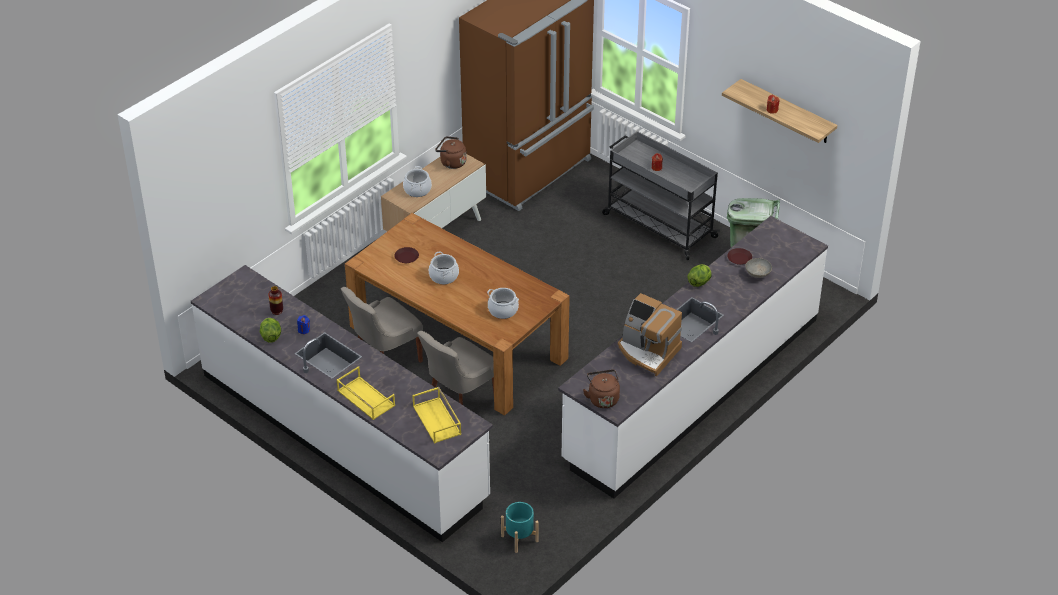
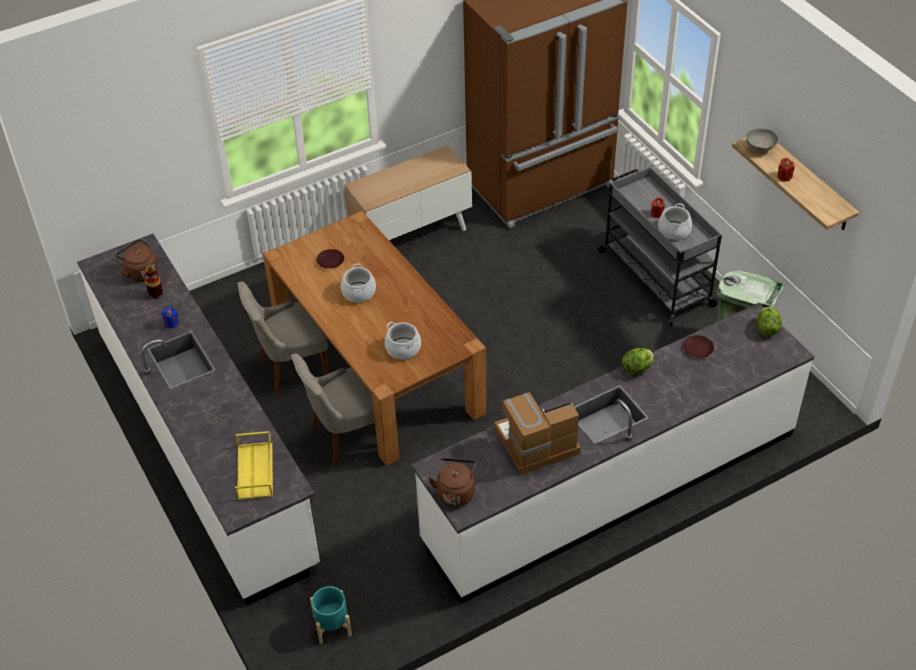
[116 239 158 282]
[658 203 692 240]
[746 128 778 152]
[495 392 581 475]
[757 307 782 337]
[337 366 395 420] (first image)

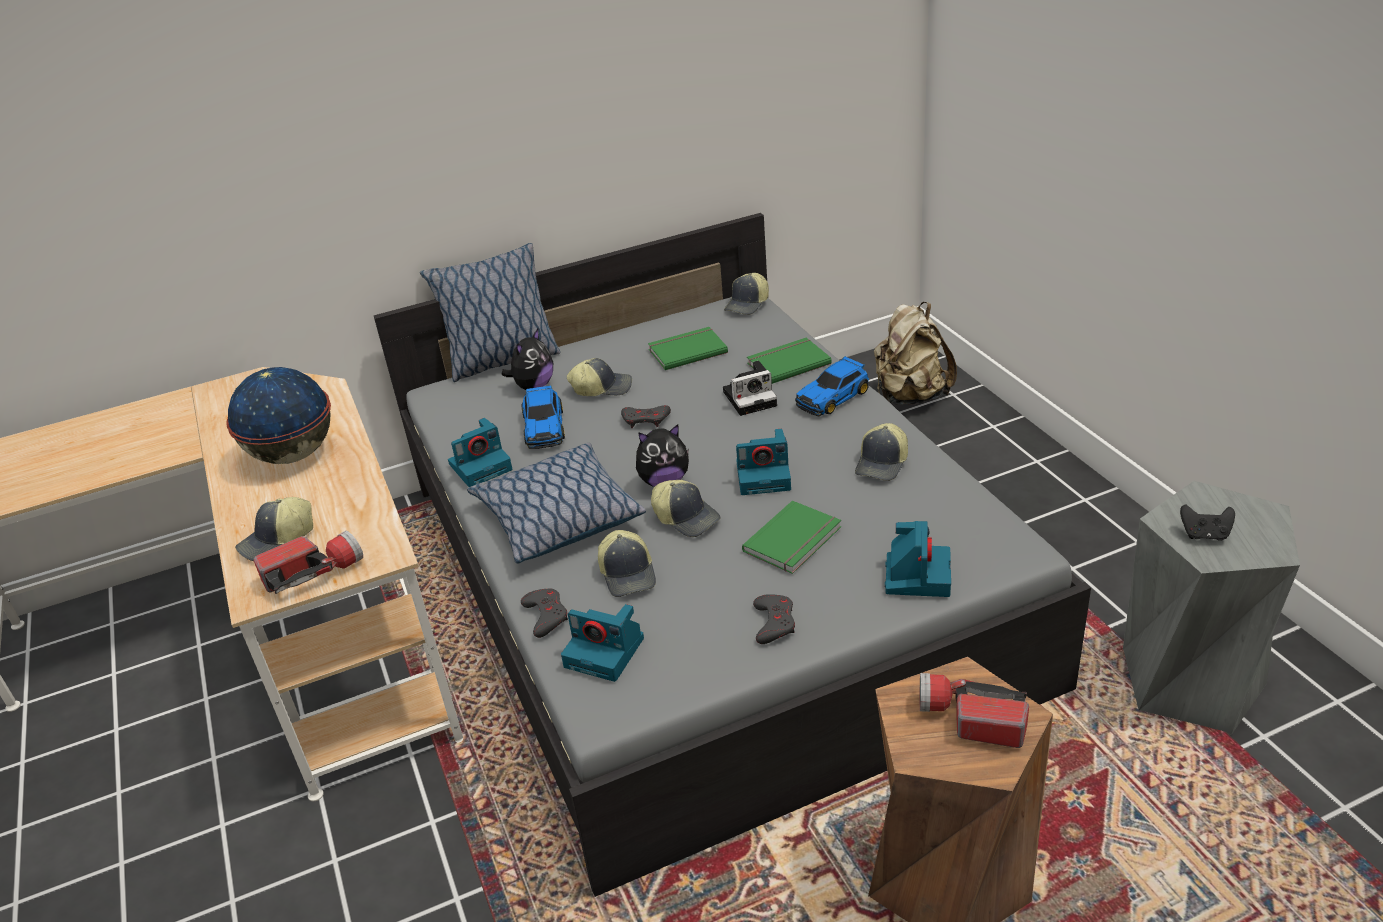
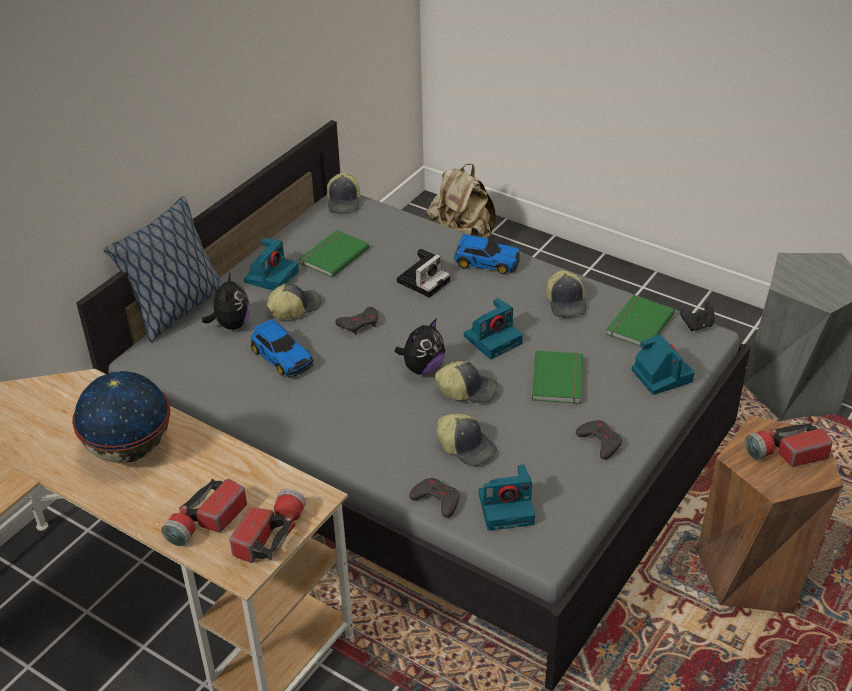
[606 295 675 347]
[454 233 520 274]
[244 238 299 291]
[467 443 646 564] (first image)
[161 478 247 546]
[680 302 714 331]

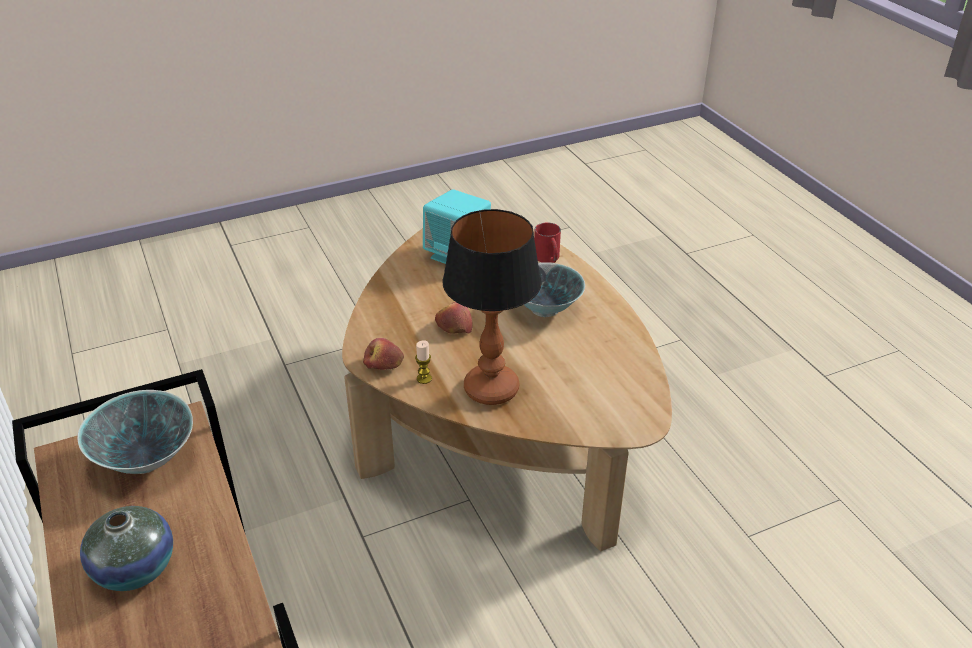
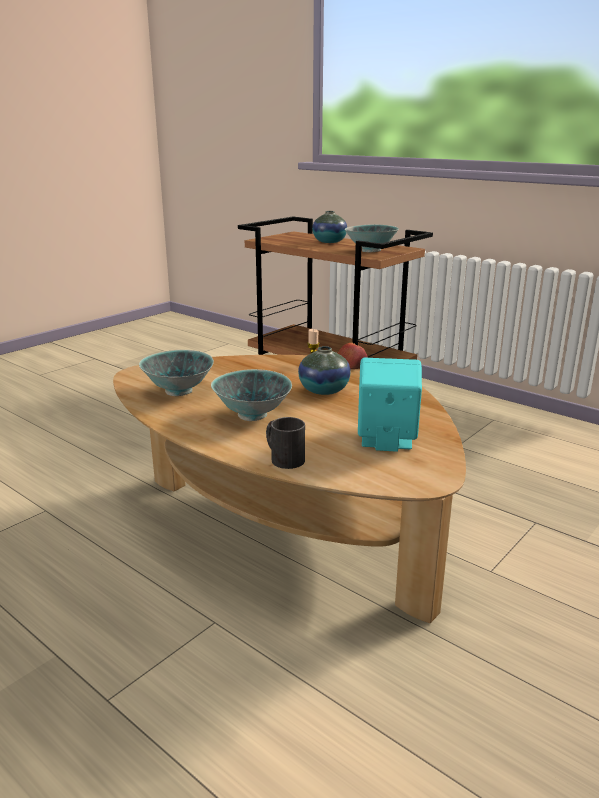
[443 209 542 405] (first image)
[266 417 305 469]
[298 346 351 395]
[139 350 214 396]

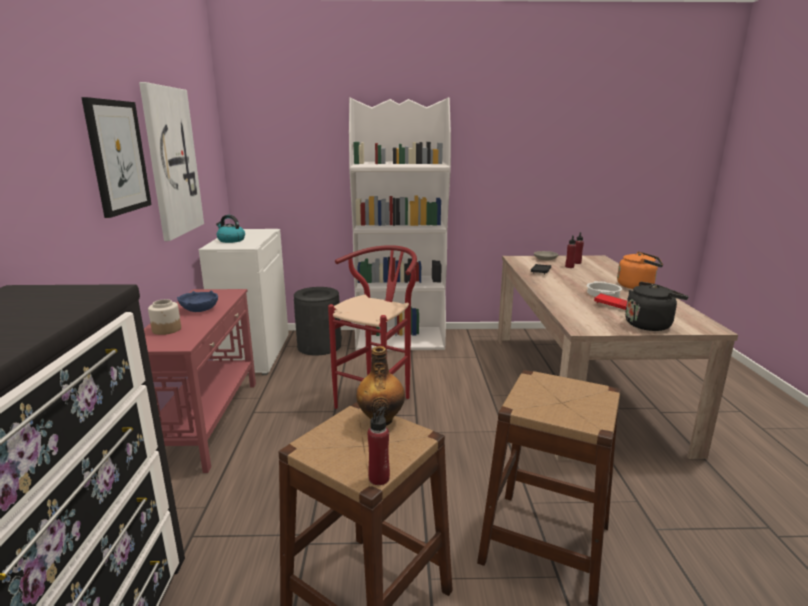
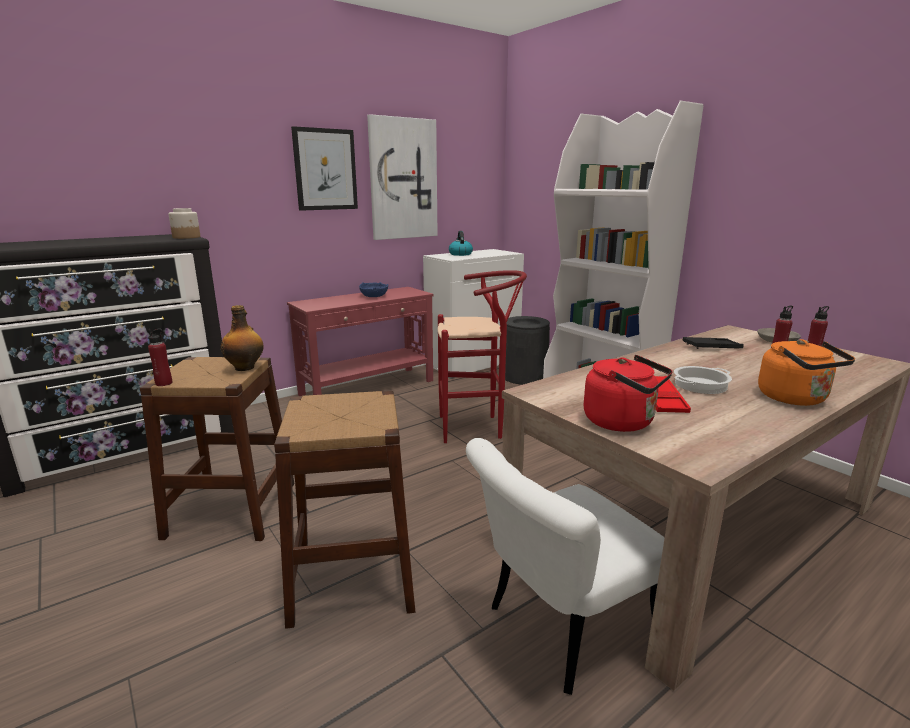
[584 355 673 432]
[168 208 200 239]
[466 438 665 695]

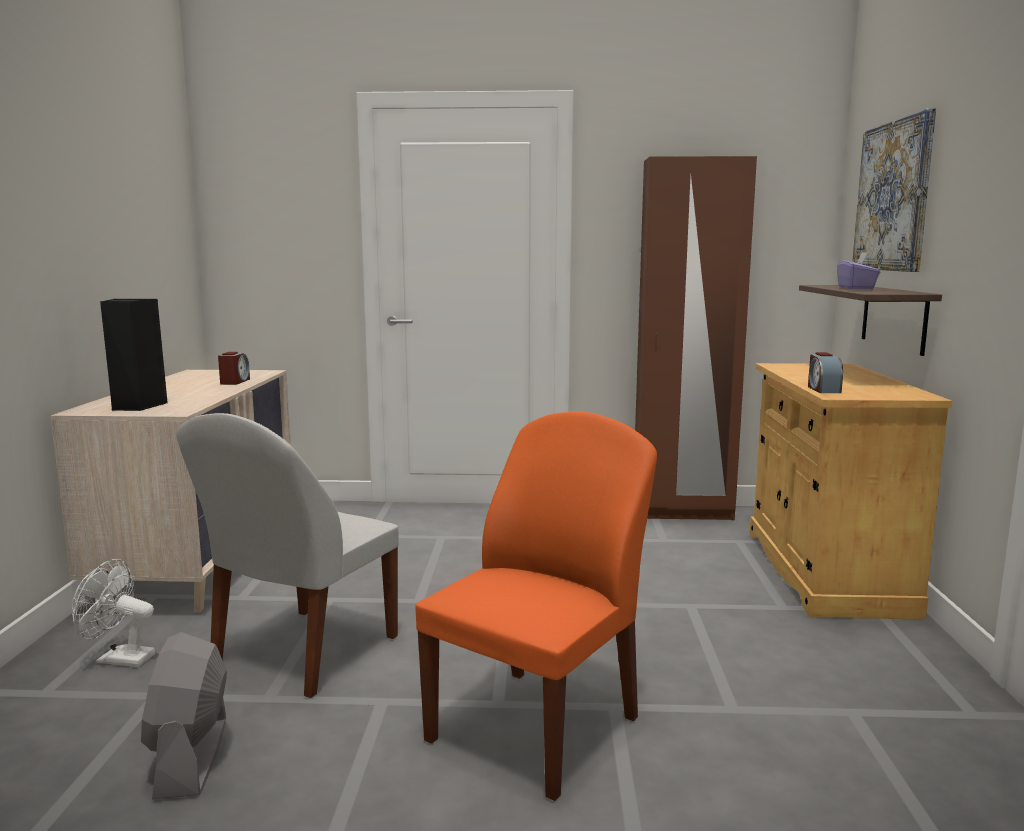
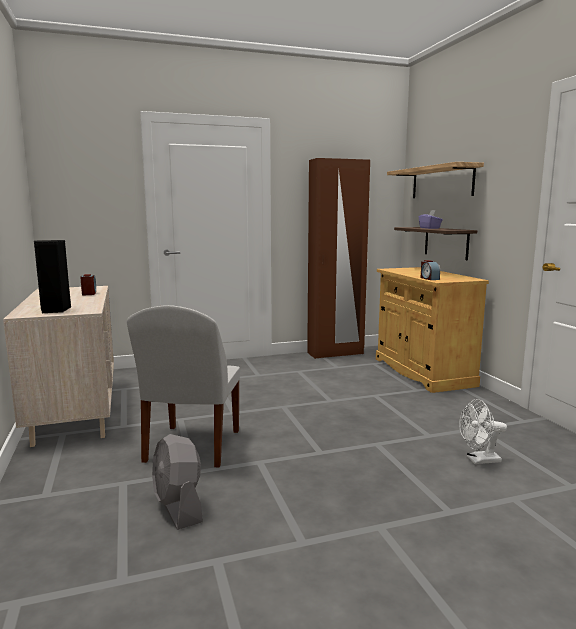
[387 162 484 198]
[415 412 657 801] (first image)
[459 399 507 464]

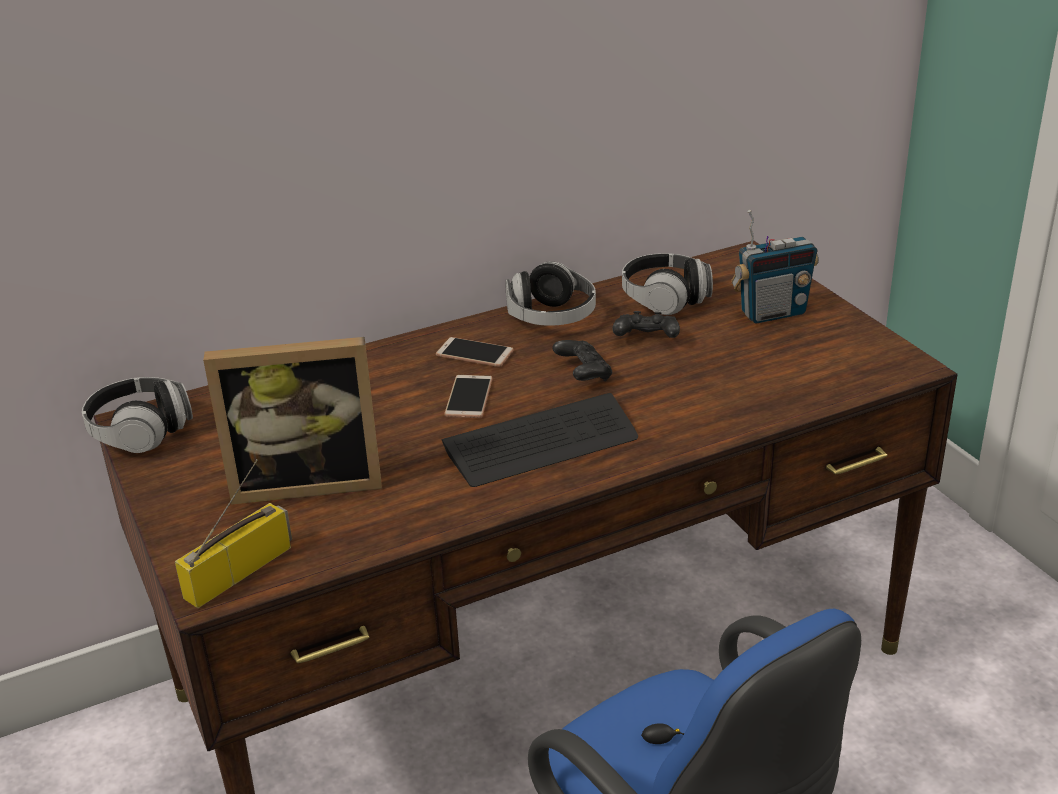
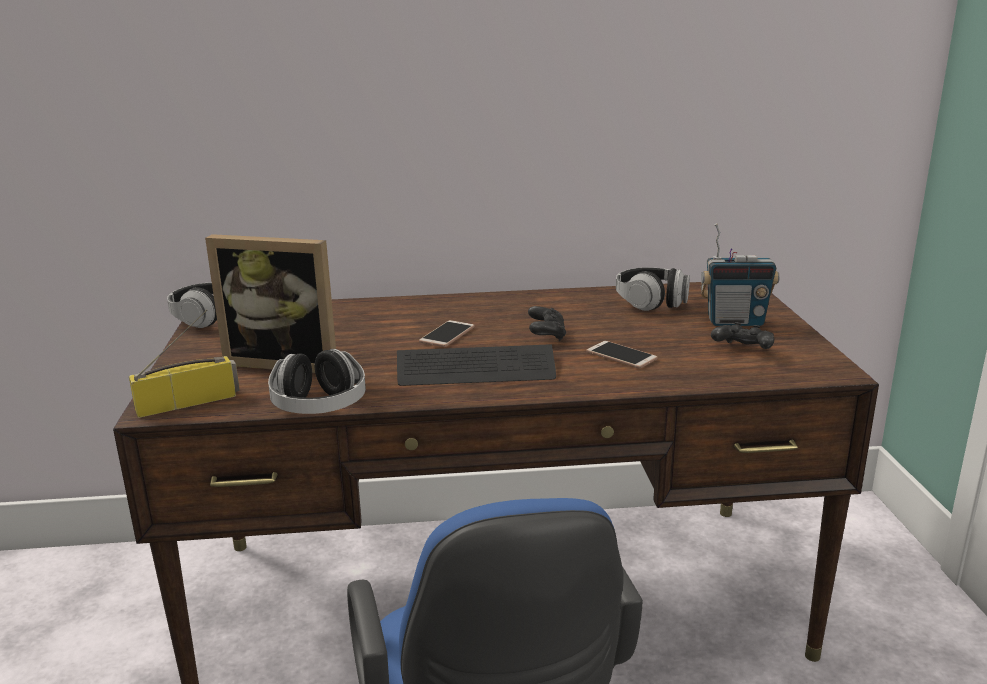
[268 349 366 414]
[711 322 774 349]
[586 341 658 369]

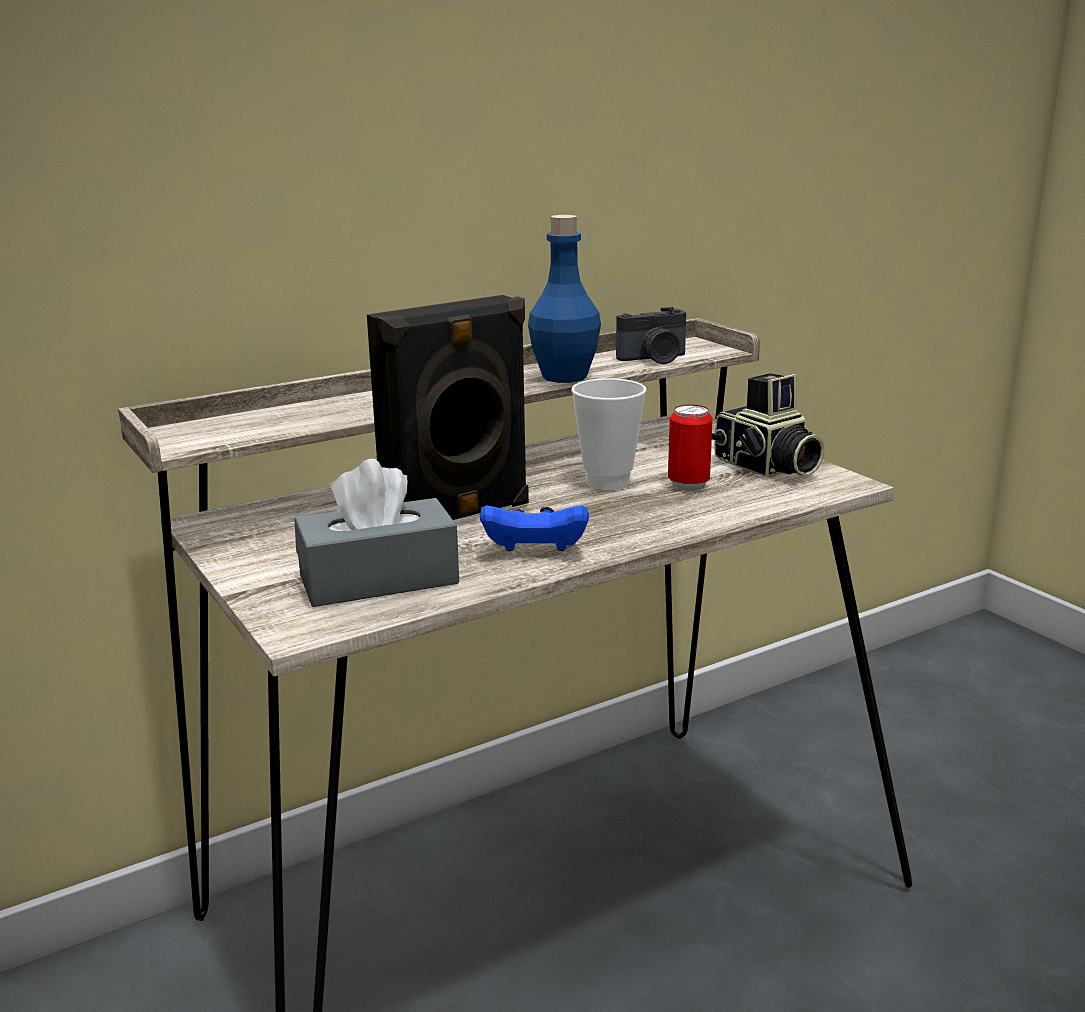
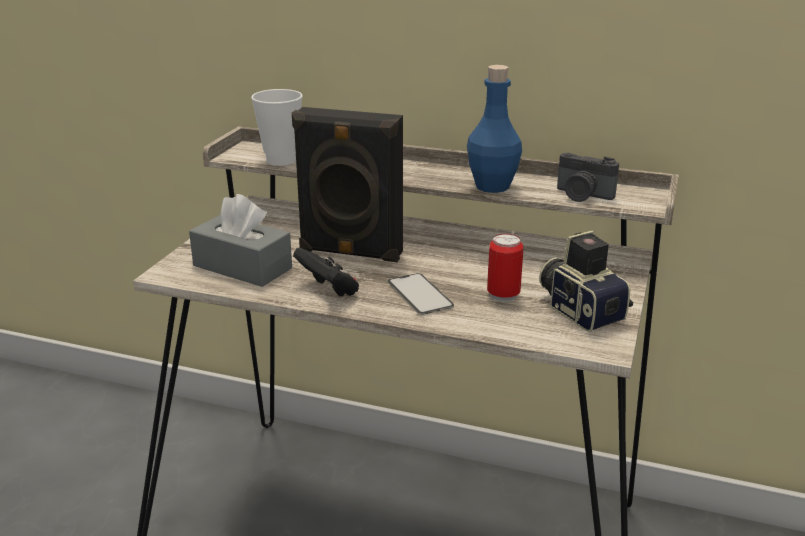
[539 231 633 332]
[251 89 303 166]
[293 247 359 297]
[388 273 454 315]

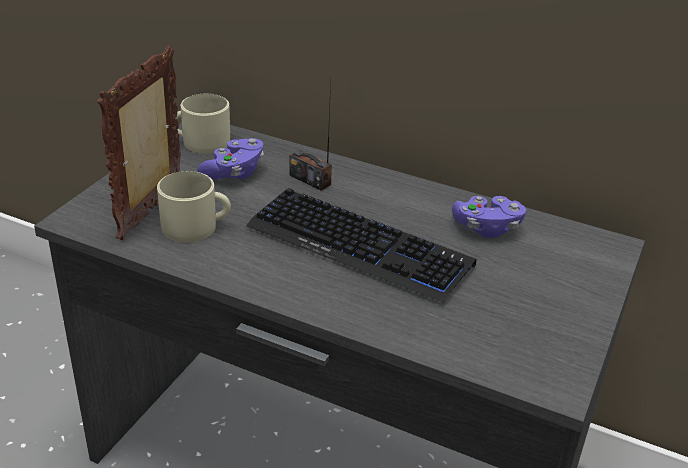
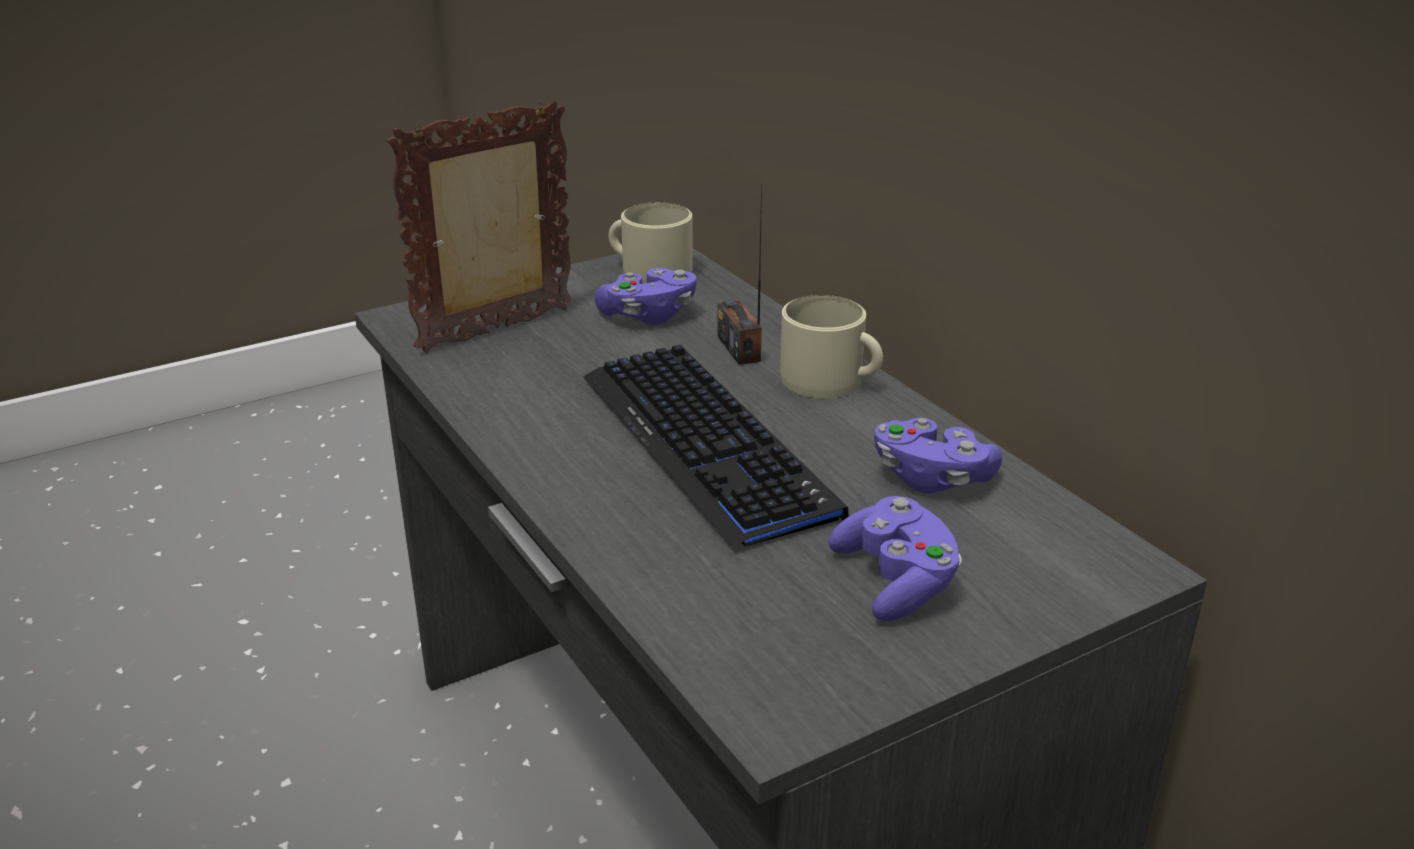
[780 295 883 398]
[828 496 962 621]

